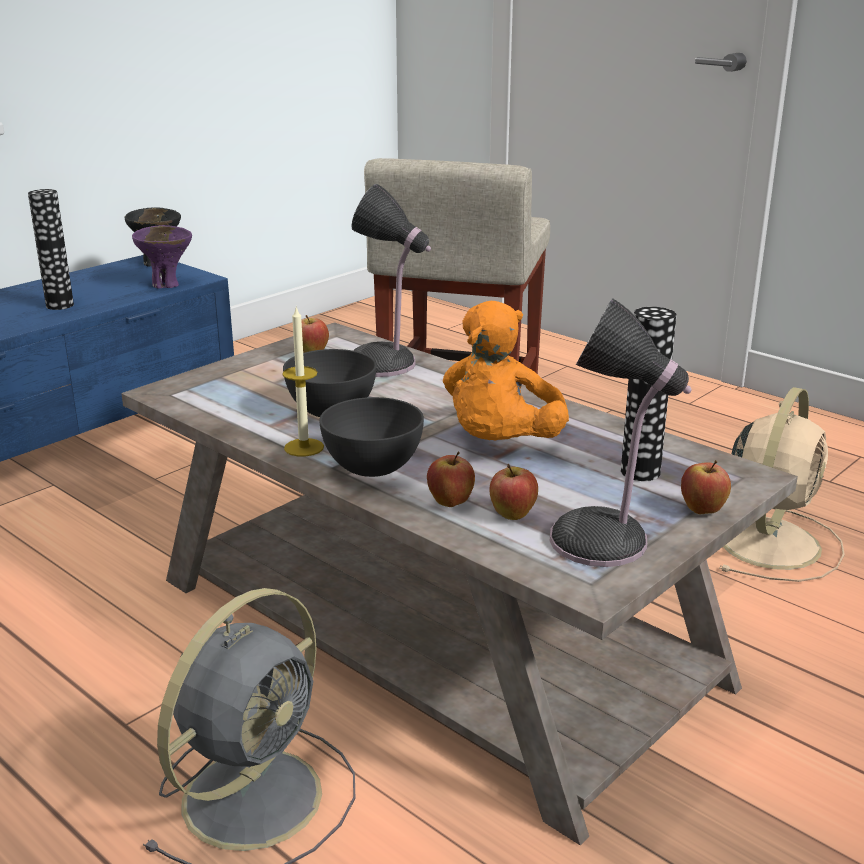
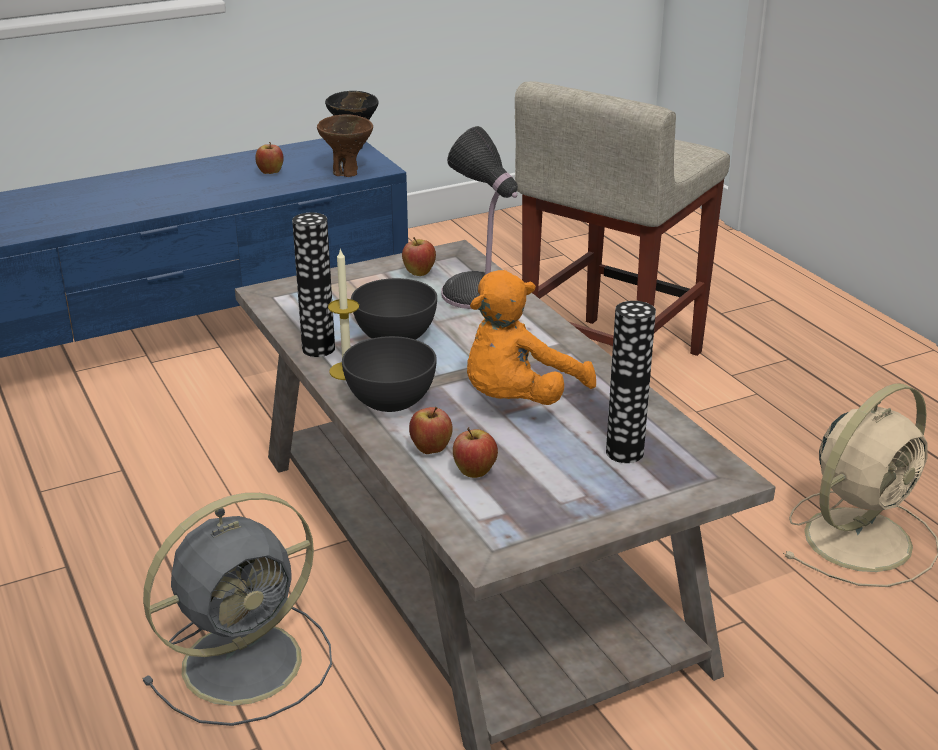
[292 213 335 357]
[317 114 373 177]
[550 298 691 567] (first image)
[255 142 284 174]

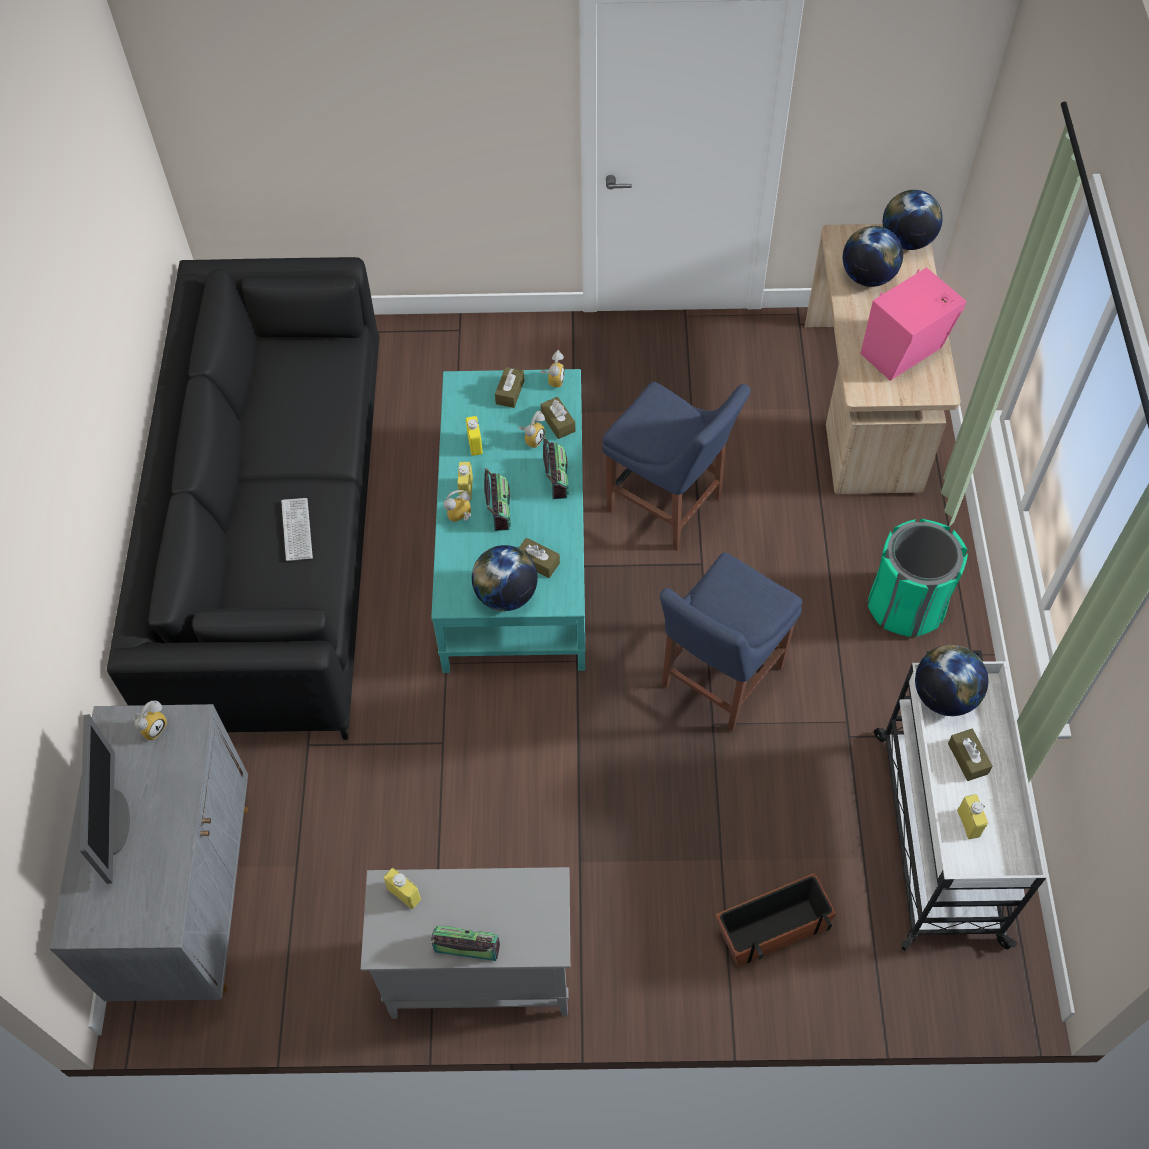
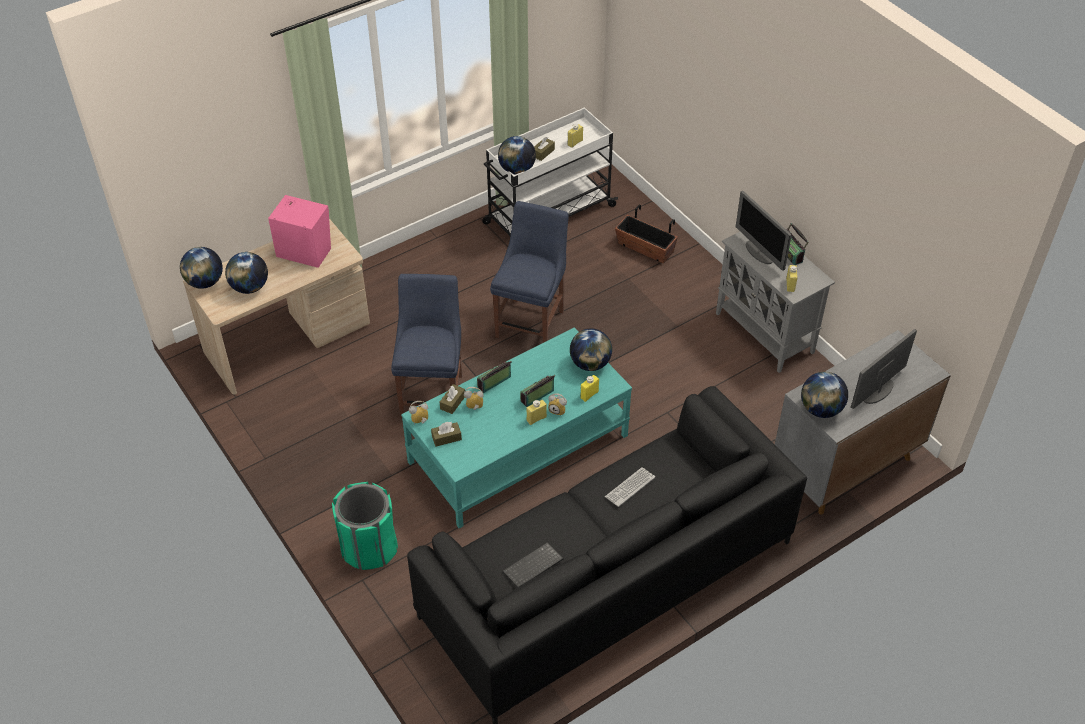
[580 375 599 402]
[332 482 398 570]
[519 538 560 578] (first image)
[490 201 569 343]
[801 372 848 418]
[735 191 792 271]
[503 542 563 587]

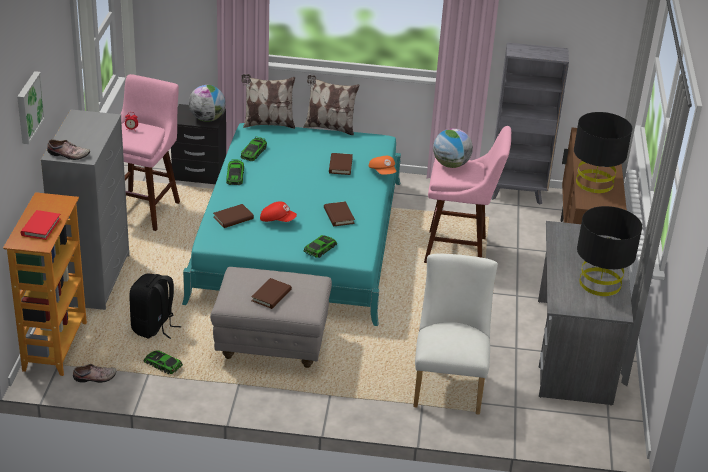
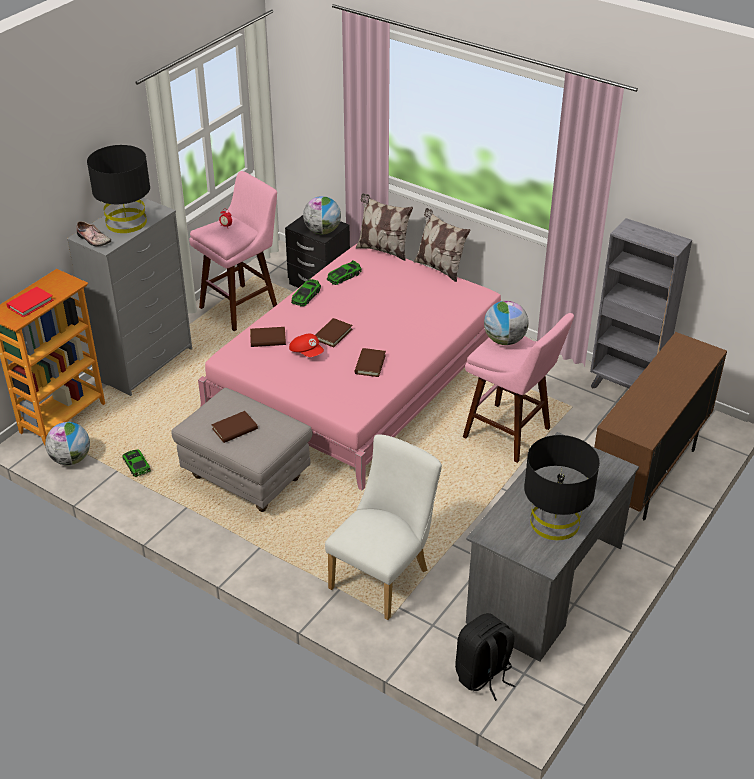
[17 71 45 144] (first image)
[87 145 150 233]
[198 243 501 490]
[315 318 353 347]
[369 156 396 175] (first image)
[304 235 337 258] (first image)
[455 613 515 701]
[45 422 90 465]

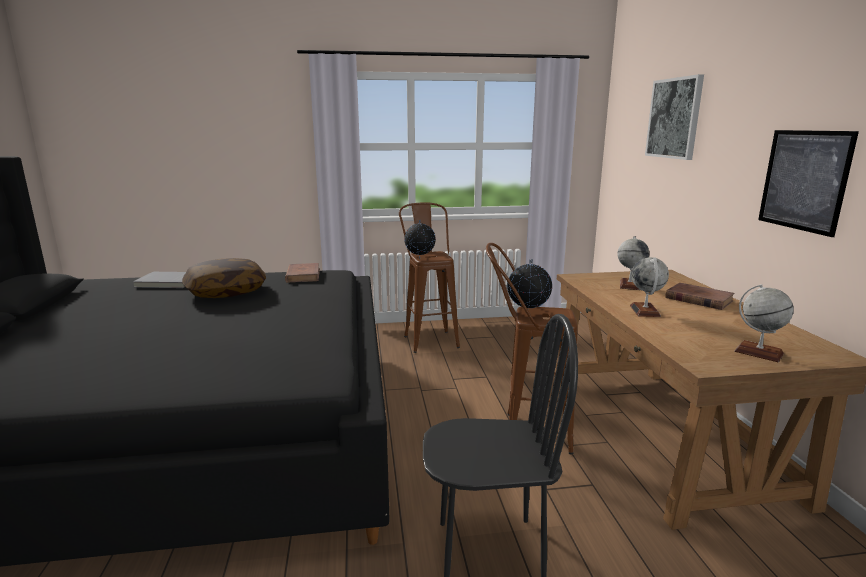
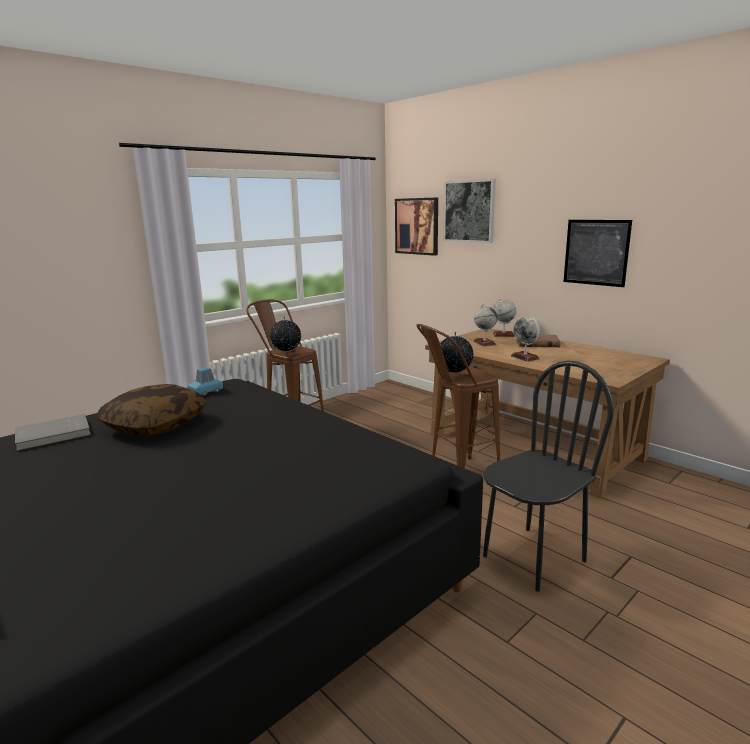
[187 367 223 396]
[492 299 517 337]
[395 197 438 256]

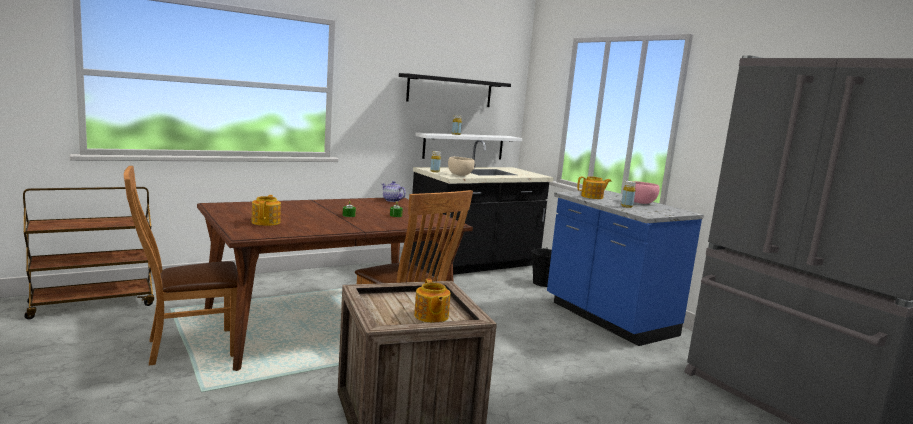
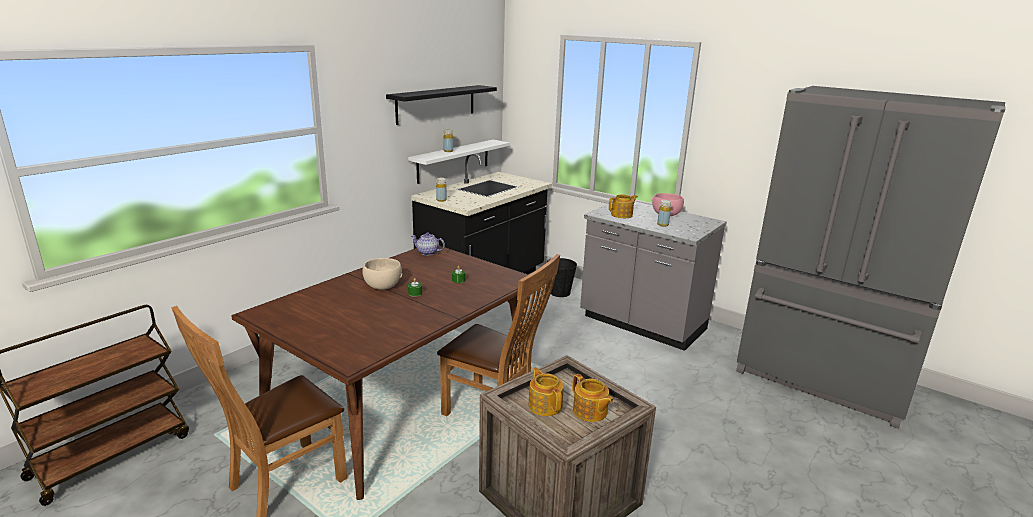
[362 258 402 290]
[580 202 727 351]
[528 367 564 416]

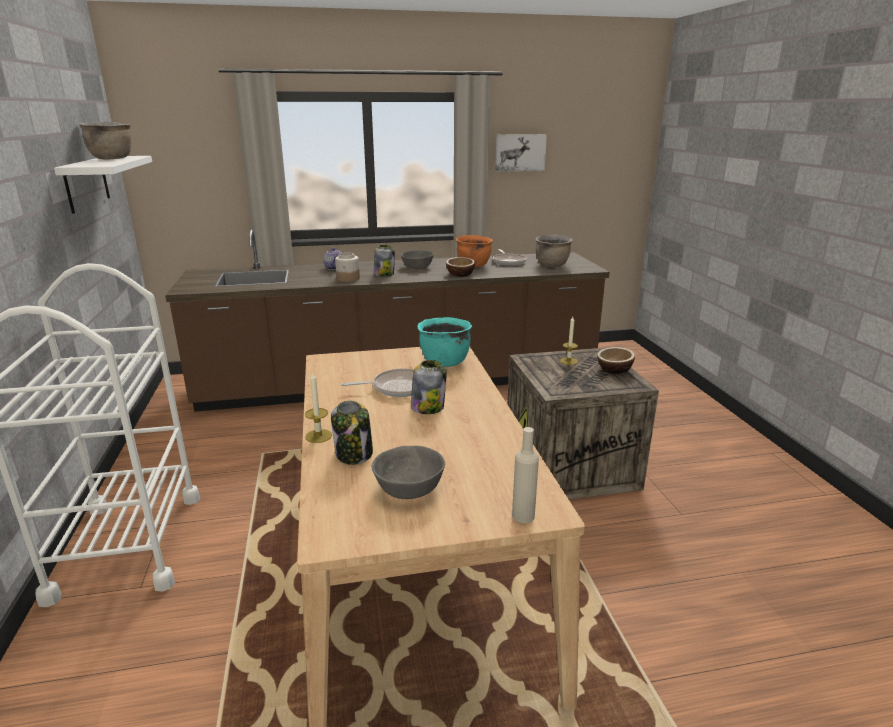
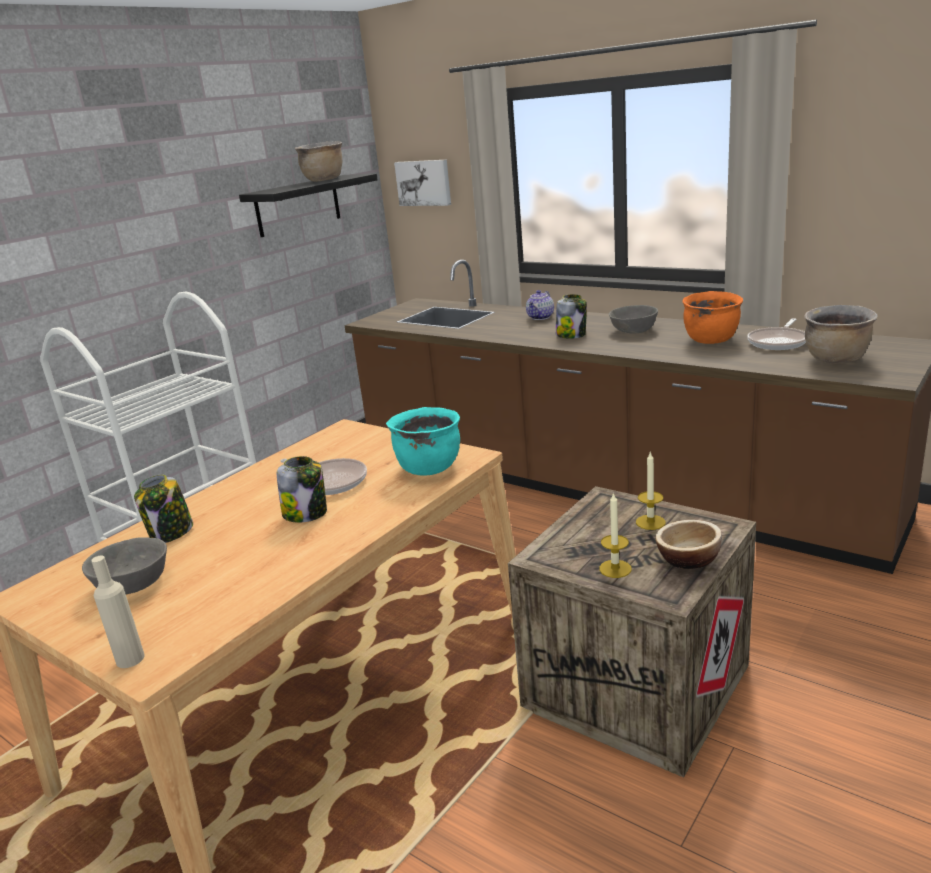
[394 160 451 206]
[239 174 378 237]
[335 253 360 282] (first image)
[446 257 475 277] (first image)
[599 492 632 578]

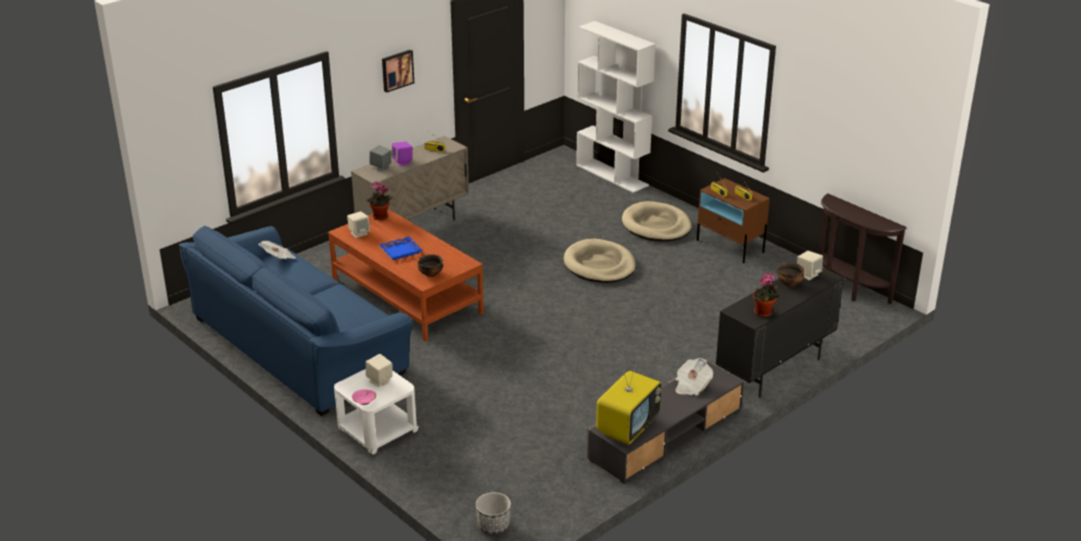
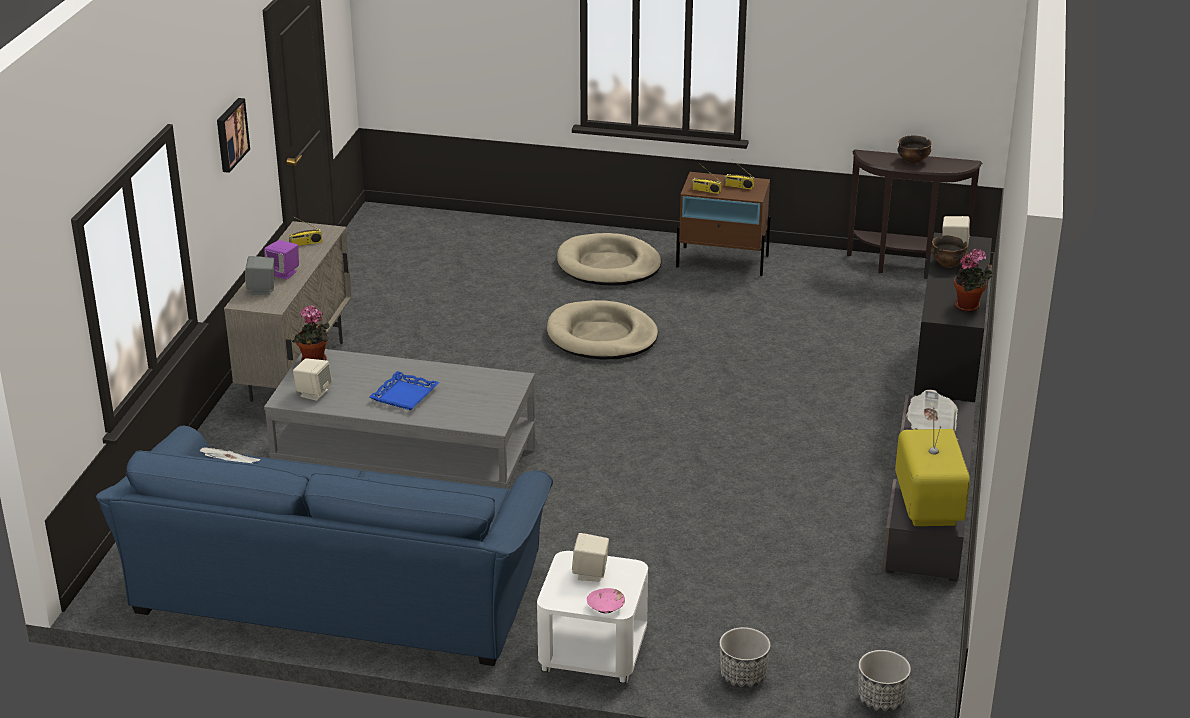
[576 21 656 193] (first image)
[264 349 536 489]
[897 135 932 164]
[719 627 770 688]

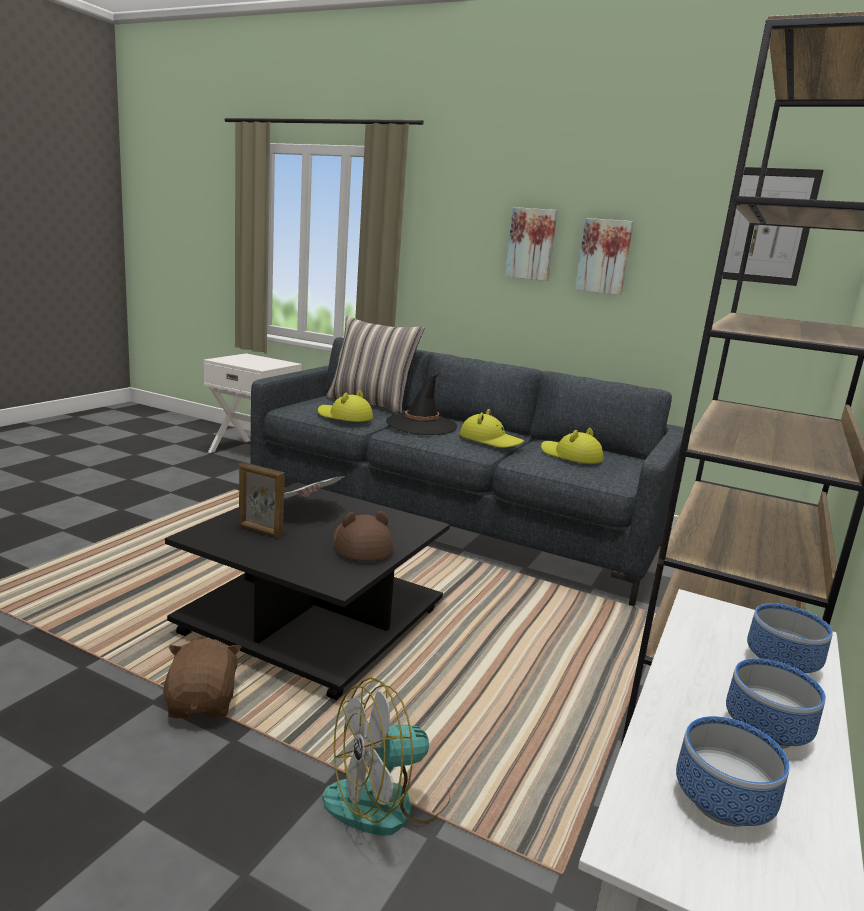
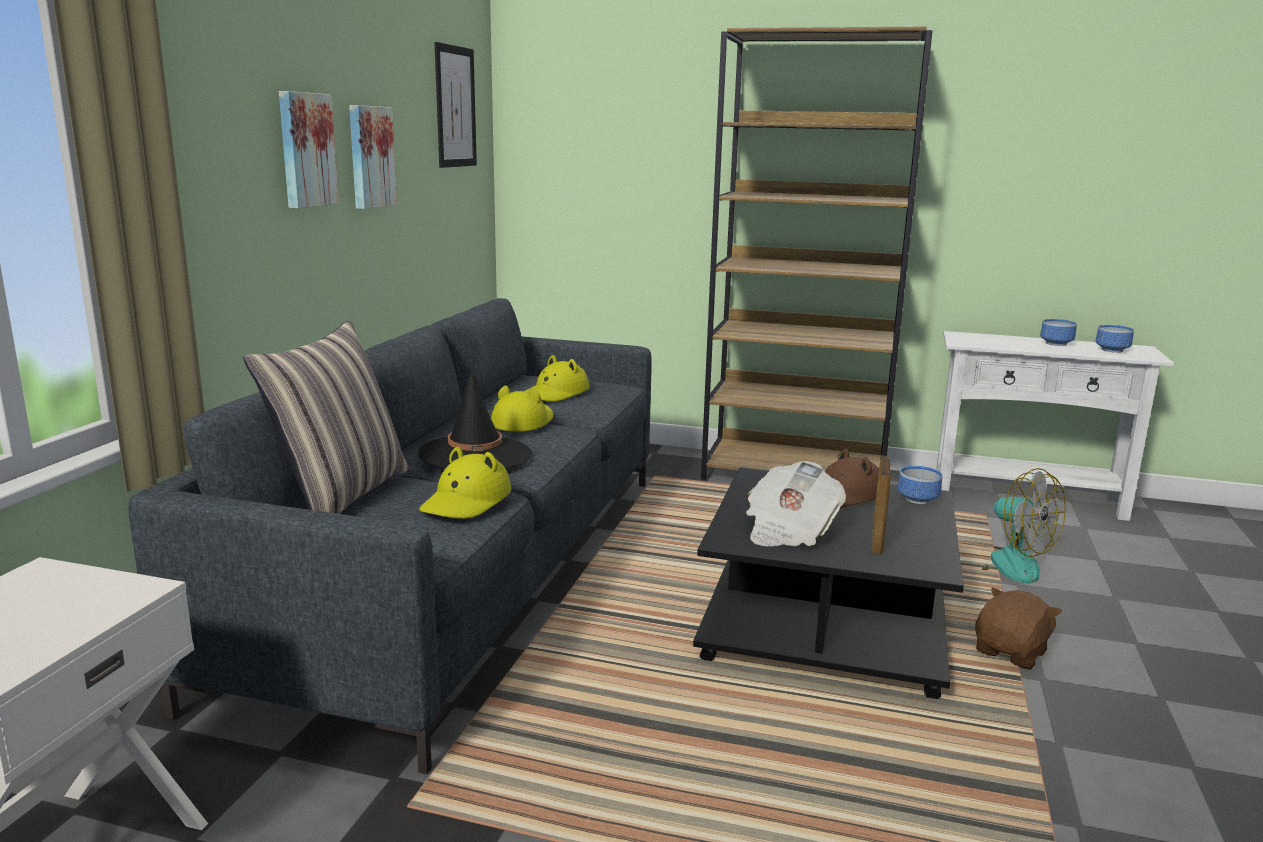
[898 466 942 504]
[975 588 1062 670]

